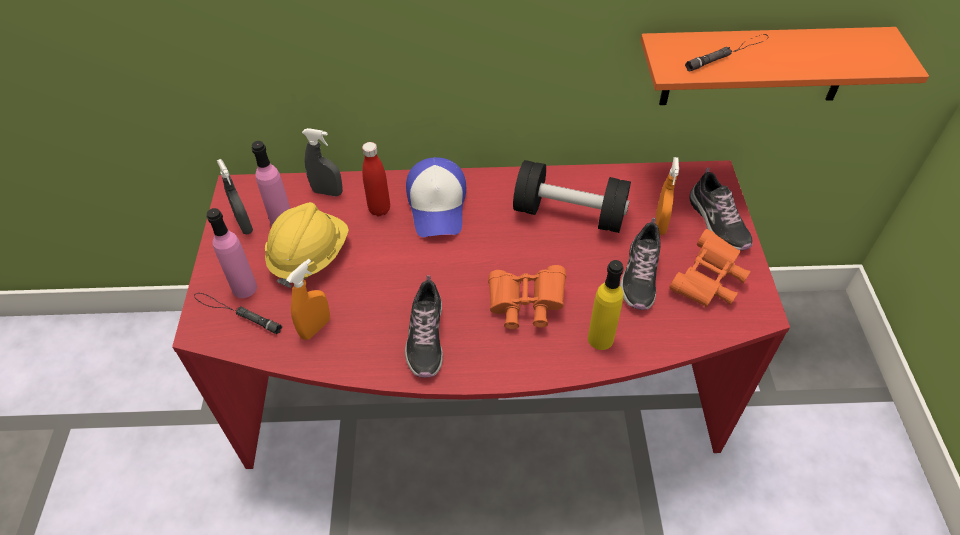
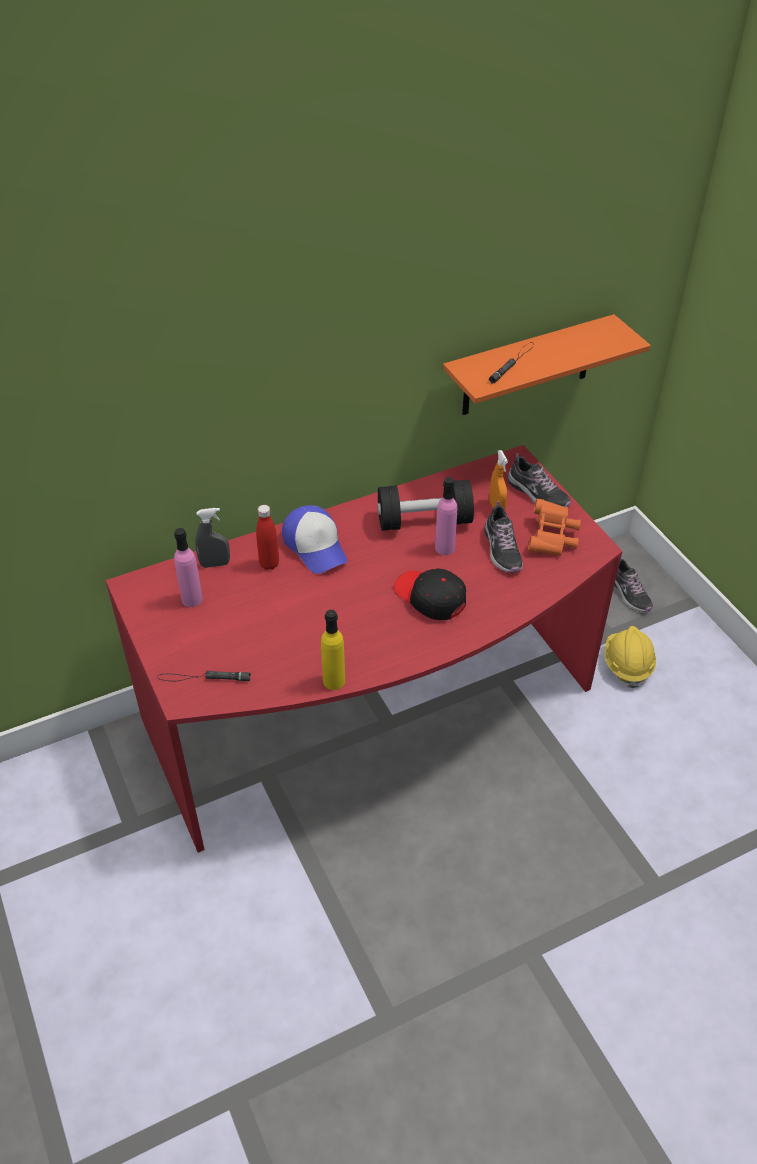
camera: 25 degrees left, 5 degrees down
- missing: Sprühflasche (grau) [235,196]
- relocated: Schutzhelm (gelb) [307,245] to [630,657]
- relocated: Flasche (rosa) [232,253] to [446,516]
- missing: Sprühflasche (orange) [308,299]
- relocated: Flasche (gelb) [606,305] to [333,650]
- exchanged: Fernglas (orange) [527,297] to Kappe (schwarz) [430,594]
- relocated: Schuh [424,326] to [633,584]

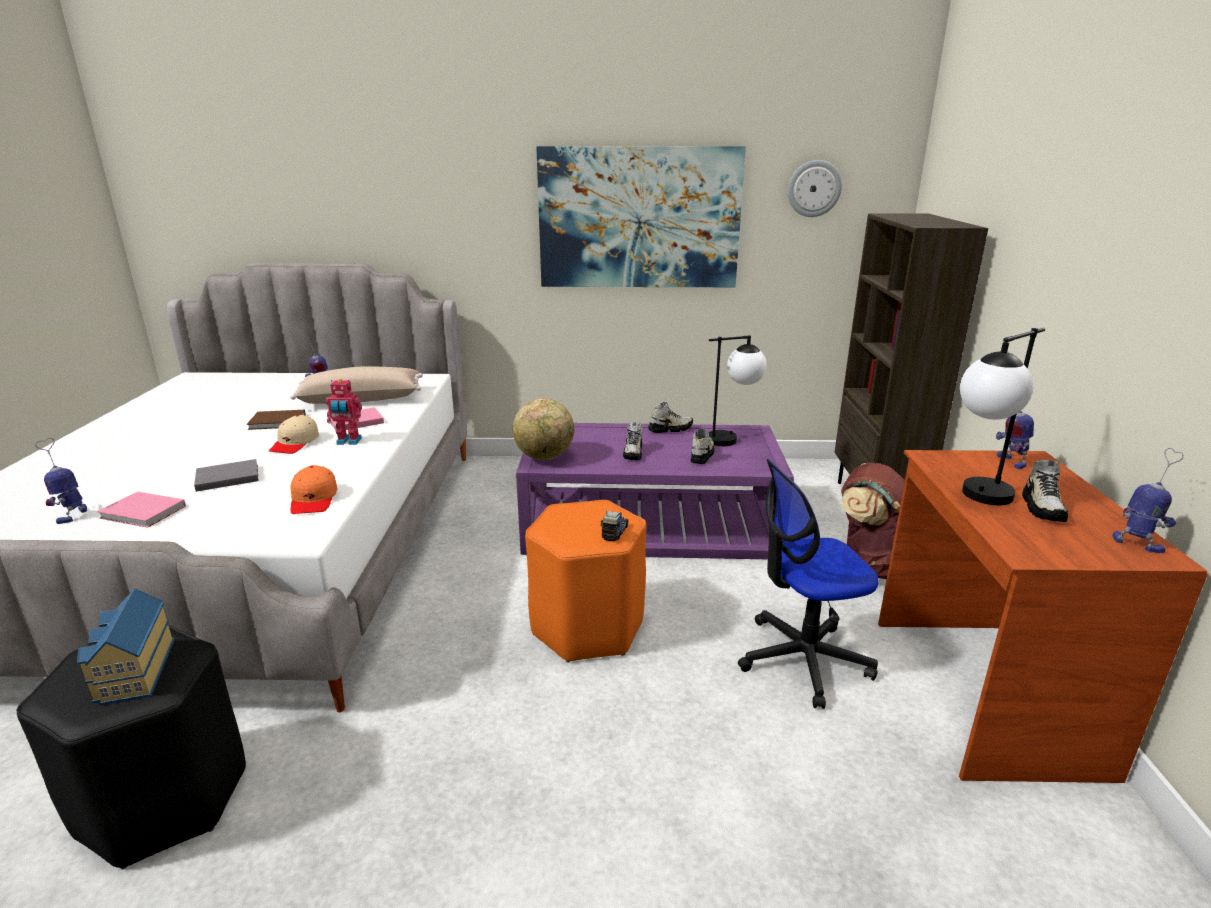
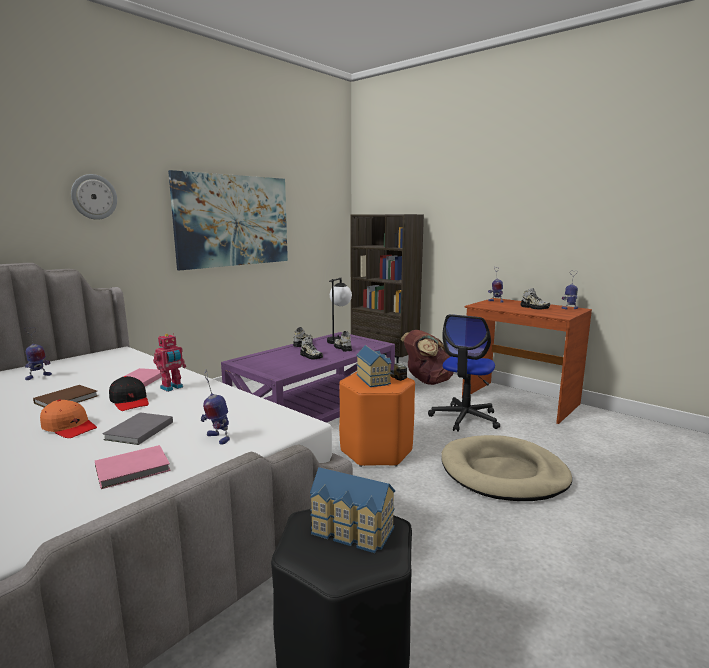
camera: 50 degrees left, 10 degrees down
- relocated: Wanduhr [815,188] to [94,197]
- missing: Tischlampe [1002,416]
- missing: Kissen (beige) [356,385]
- missing: Globus [543,429]
- colour: Kappe (beige) [294,434] to Kappe (schwarz) [129,393]
- relocated: Spielzeugroboter [61,481] to [215,407]
- relocated: Kappe (orange) [314,489] to [68,419]
- appeared: Spielzeughaus [374,366]
- appeared: Hundebett (beige) [506,468]

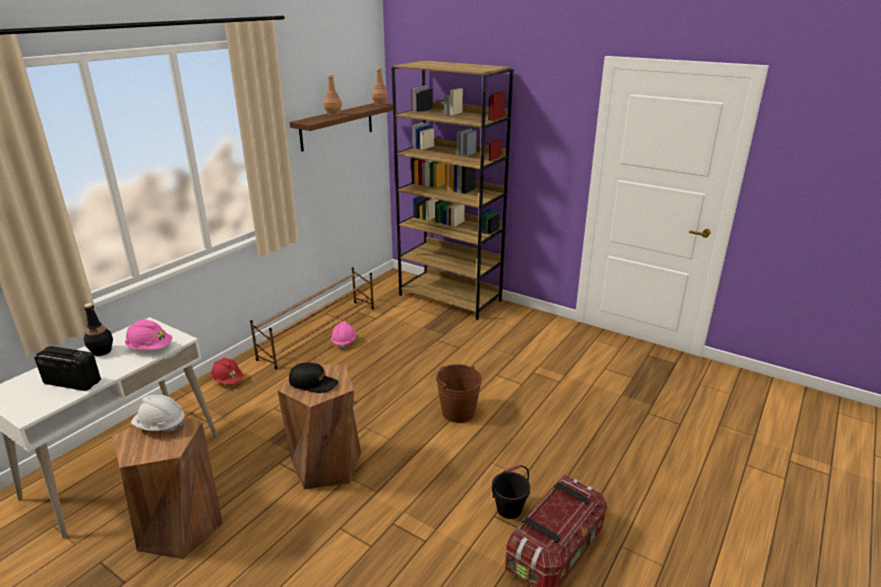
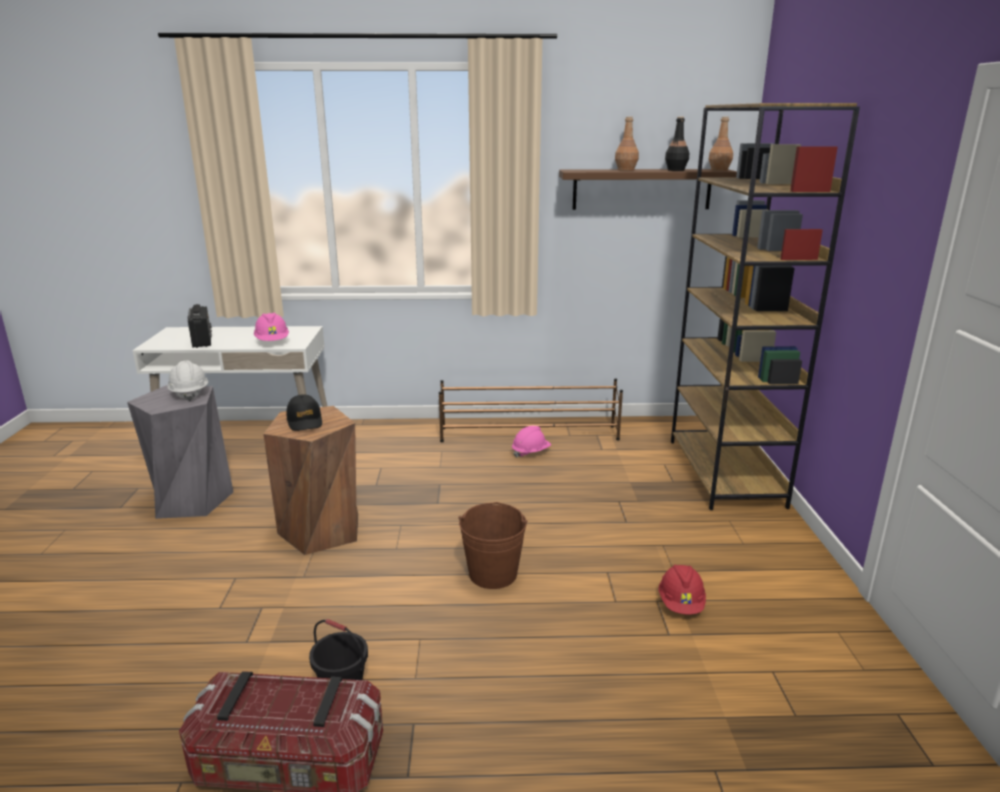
camera: 55 degrees right, 5 degrees down
- relocated: Flasche (schwarz) [98,329] to [677,143]
- relocated: Schutzhelm (rot) [227,371] to [682,589]
- colour: Hocker (braun) [167,488] to Hocker (grau) [180,452]

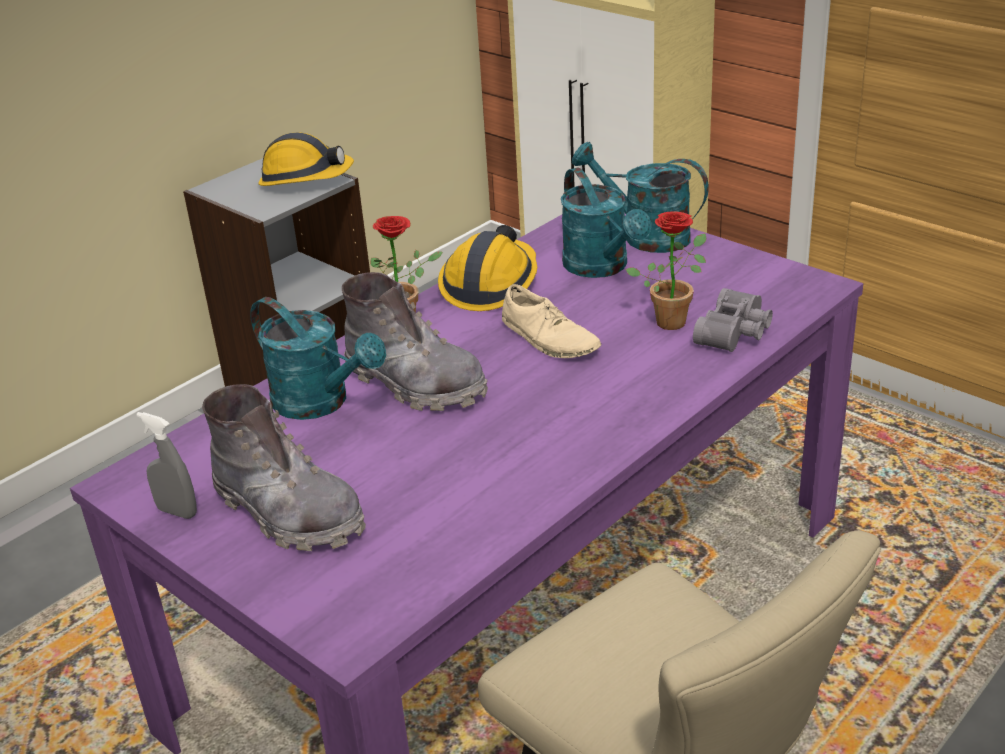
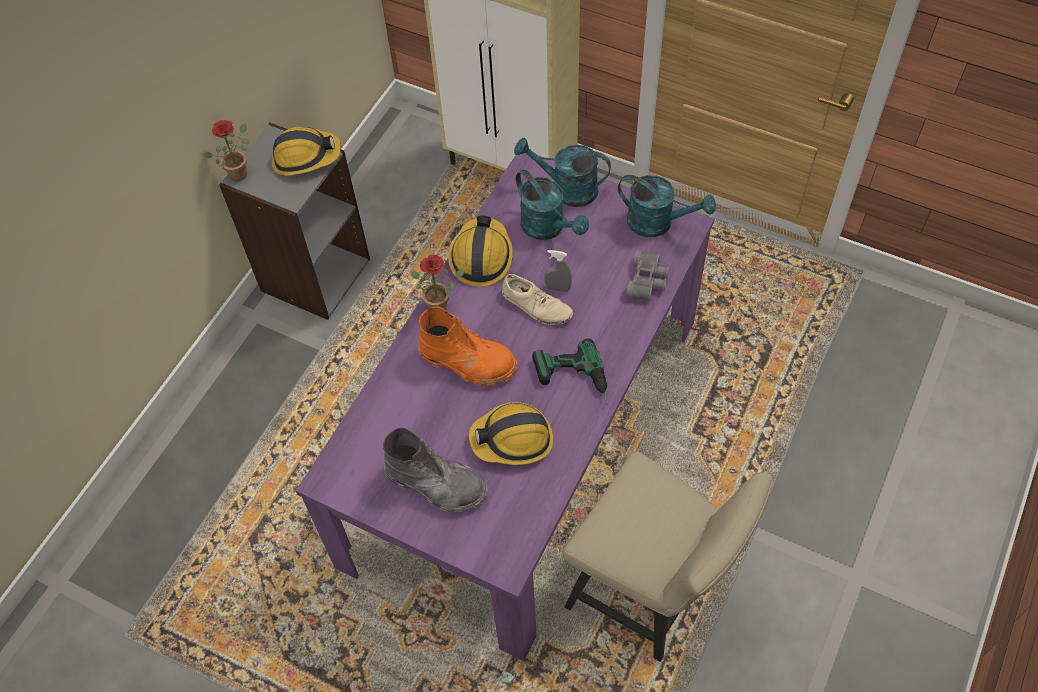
camera: 15 degrees left, 25 degrees up
- relocated: Topfpflanze [666,270] to [226,150]
- colour: Stiefel (grau) [415,341] to Stiefel (orange) [467,346]
- relocated: Gießkanne (türkis) [318,358] to [667,206]
- relocated: Sprühflasche (grau) [166,465] to [558,271]
- appeared: Bohrmaschine [570,371]
- appeared: Schutzhelm [511,433]

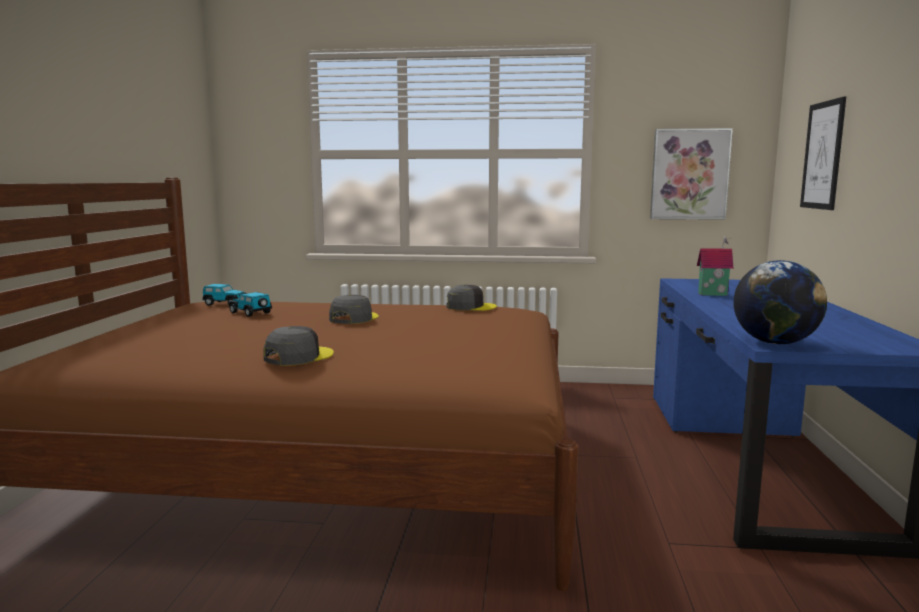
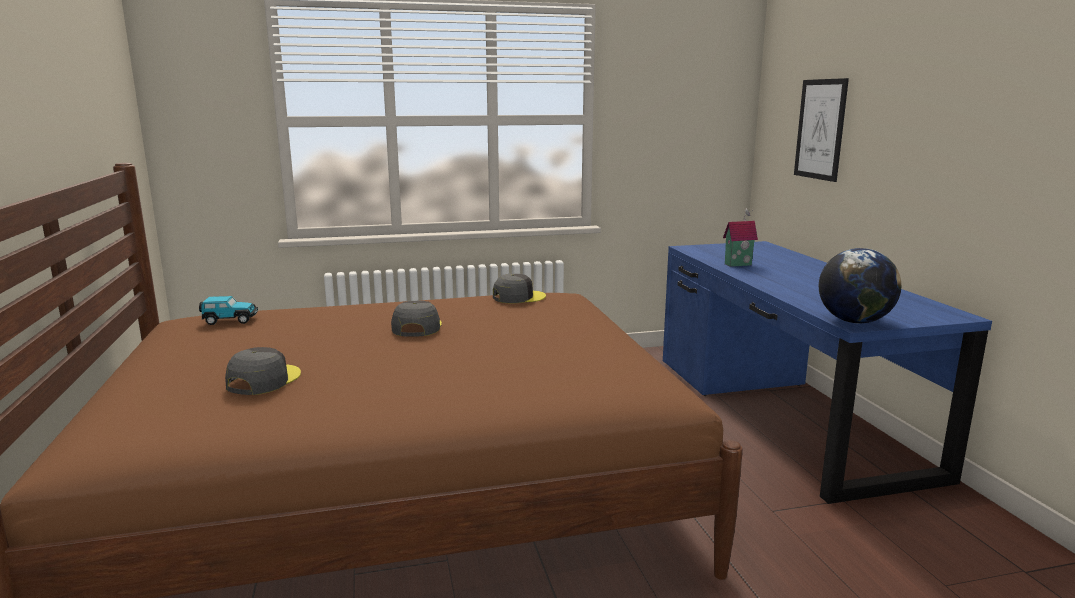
camera: 20 degrees left, 5 degrees up
- missing: Bild [691,174]
- missing: Spielzeugauto [250,304]
- relocated: Kappe (grau) [298,346] to [263,371]

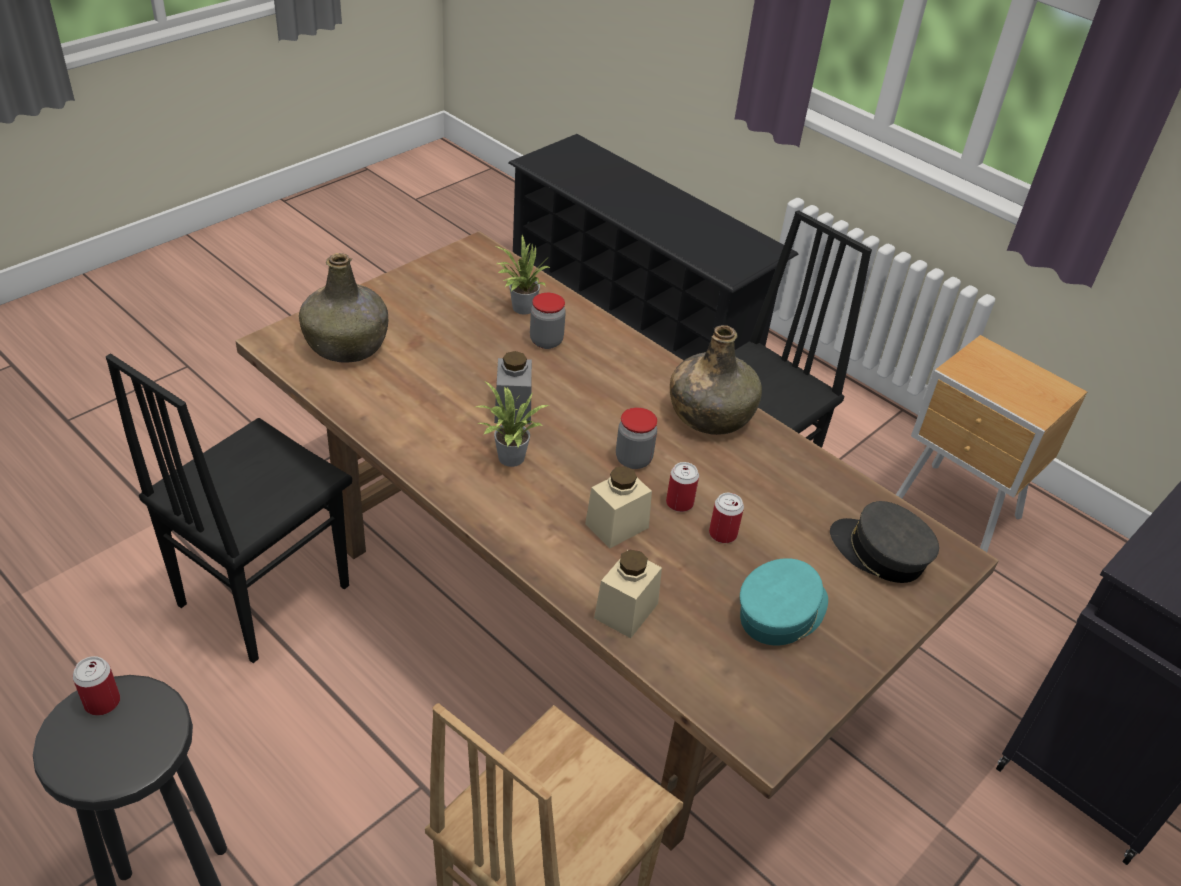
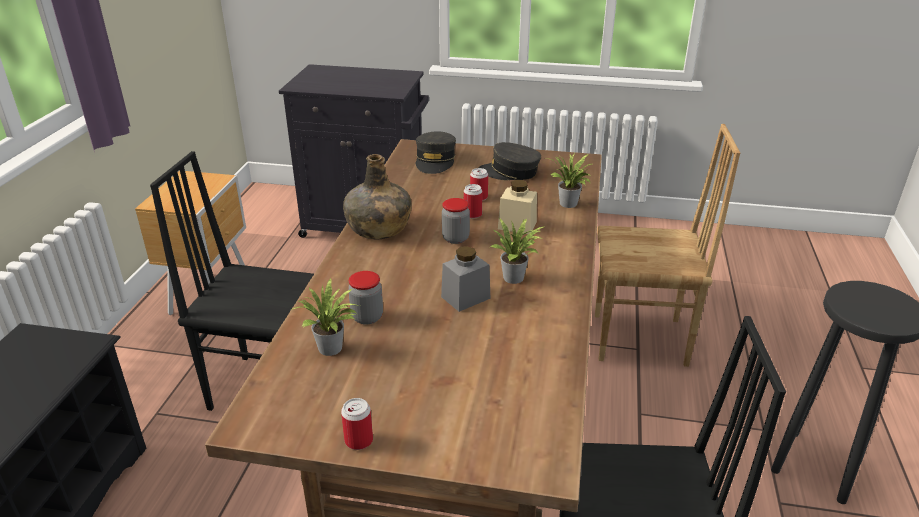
camera: 120 degrees left, 10 degrees down
- missing: Flasche (grün) [343,307]
- exchanged: Vorratsglas (beige) [628,594] to Topfpflanze [569,180]
- colour: Kappe (türkis) [784,601] to Kappe (grau) [510,161]
- relocated: Dose [96,686] to [357,424]

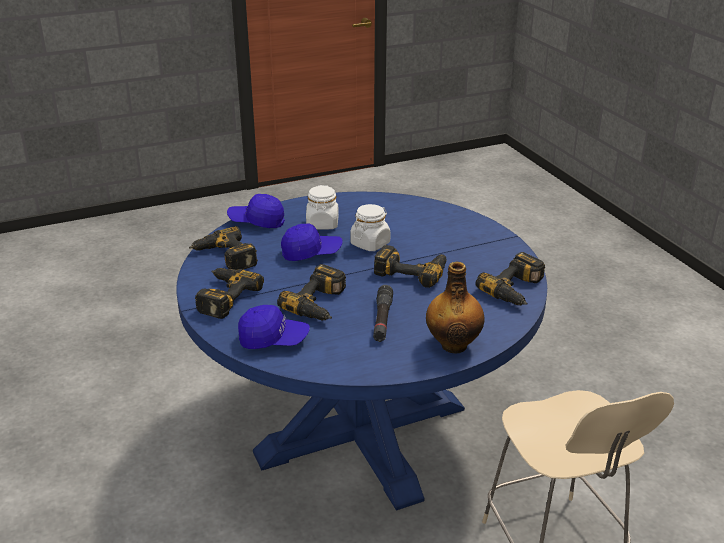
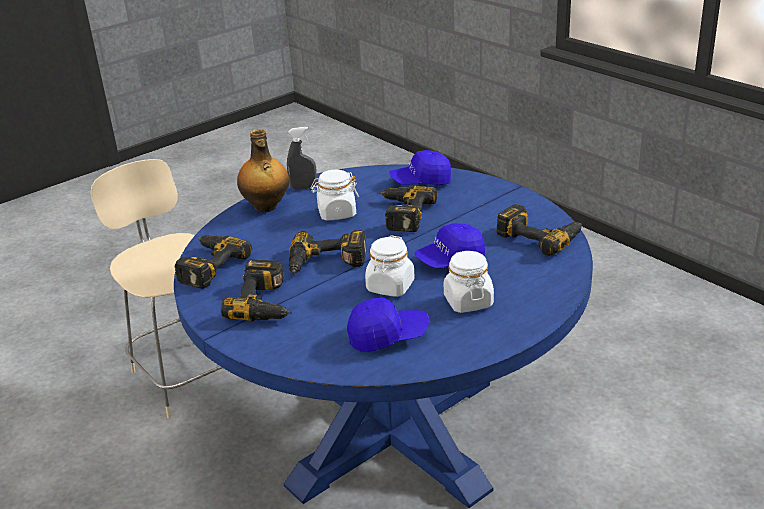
camera: 165 degrees right, 0 degrees up
- relocated: Kappe (blau) [256,211] to [388,324]
- relocated: Bohrmaschine [229,293] to [256,290]
- exchanged: Taschenlampe (schwarz) [383,313] to Vorratsglas (weiß) [335,195]
- appeared: Sprühflasche (grau) [302,158]

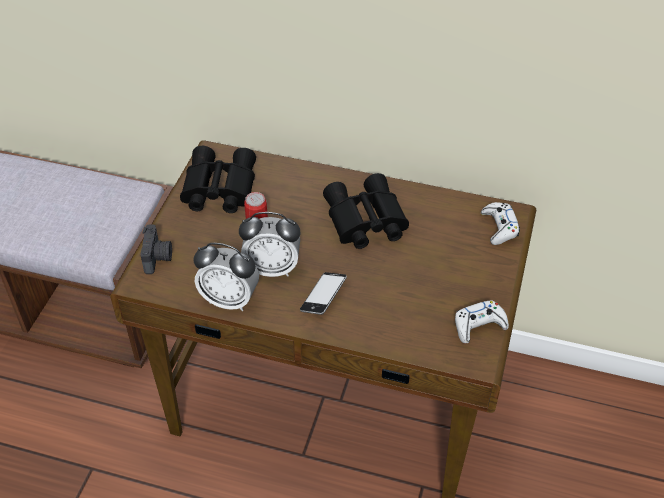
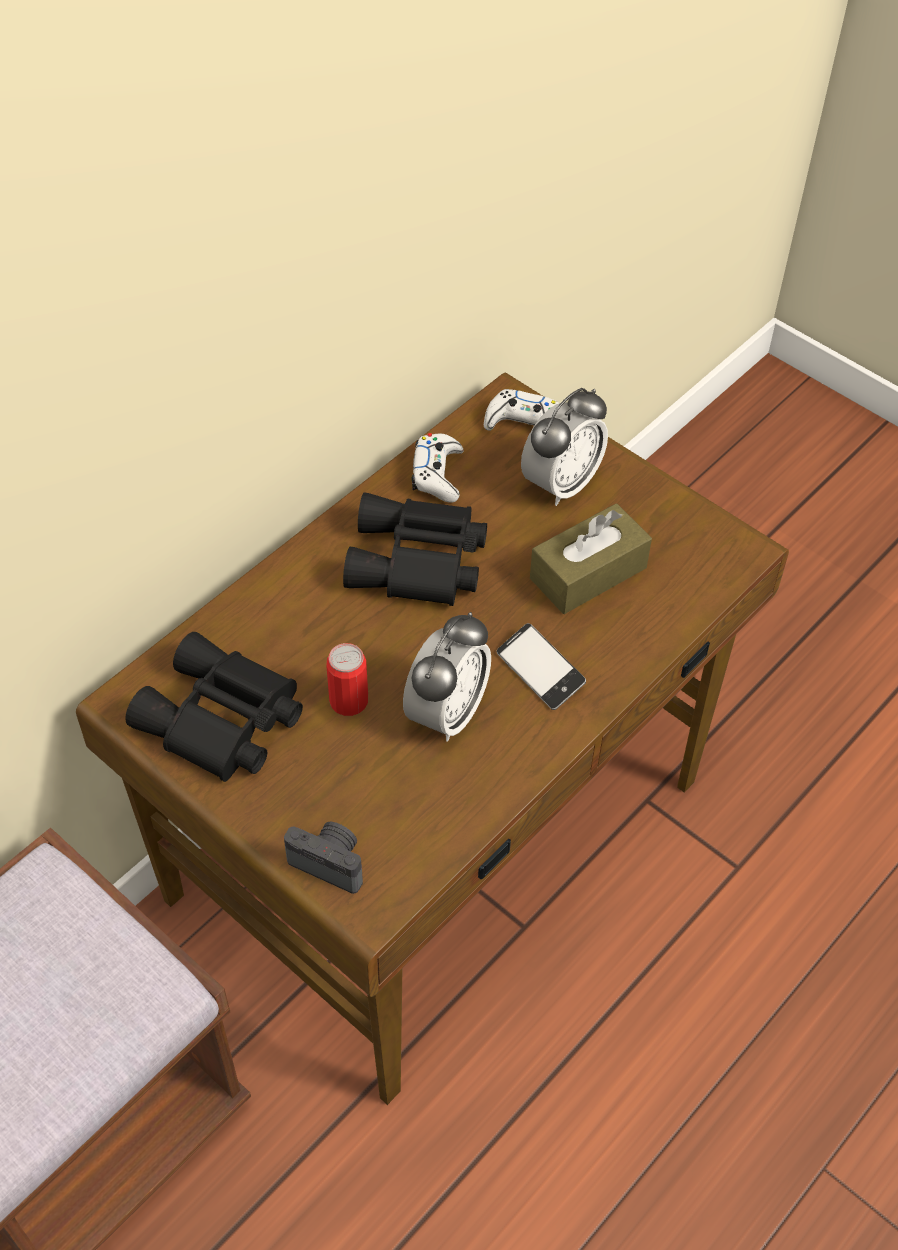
camera: 65 degrees left, 5 degrees up
- relocated: Wecker [226,277] to [564,447]
- relocated: Gamepad (weiß) [482,322] to [438,468]
- appeared: Taschentuchbox (braun) [591,558]

